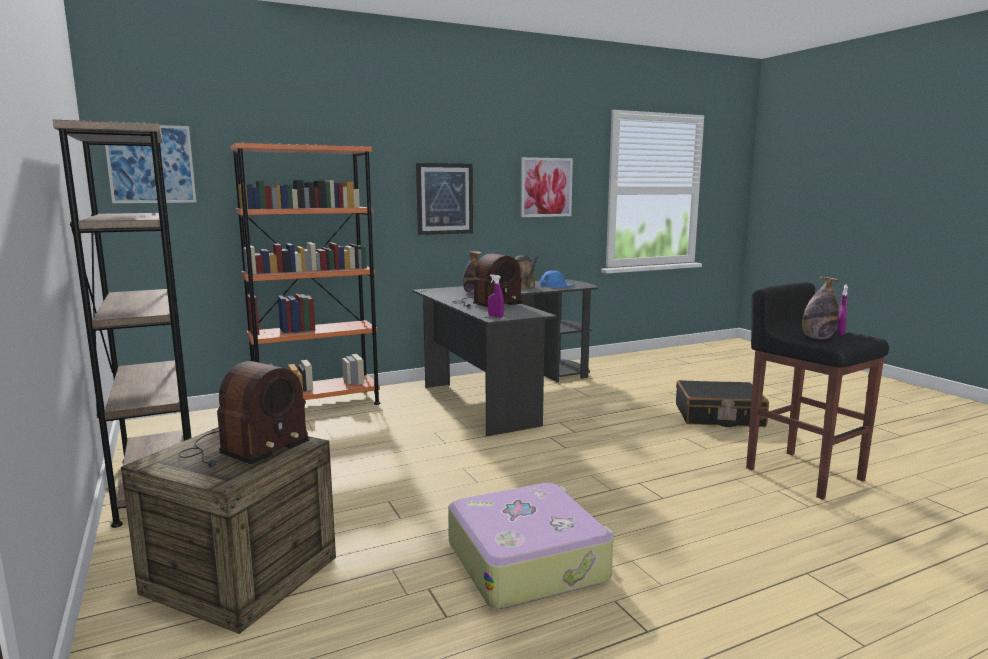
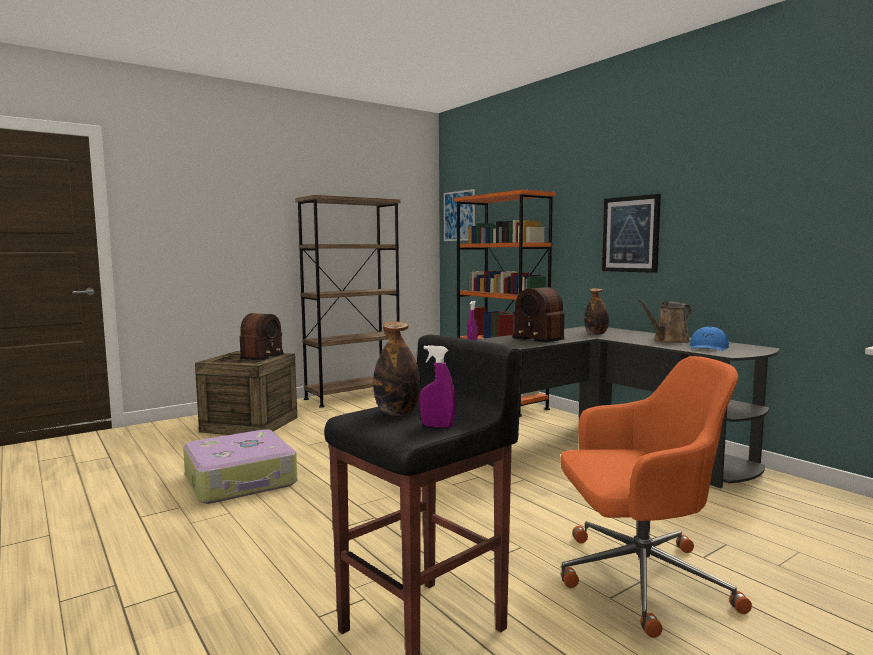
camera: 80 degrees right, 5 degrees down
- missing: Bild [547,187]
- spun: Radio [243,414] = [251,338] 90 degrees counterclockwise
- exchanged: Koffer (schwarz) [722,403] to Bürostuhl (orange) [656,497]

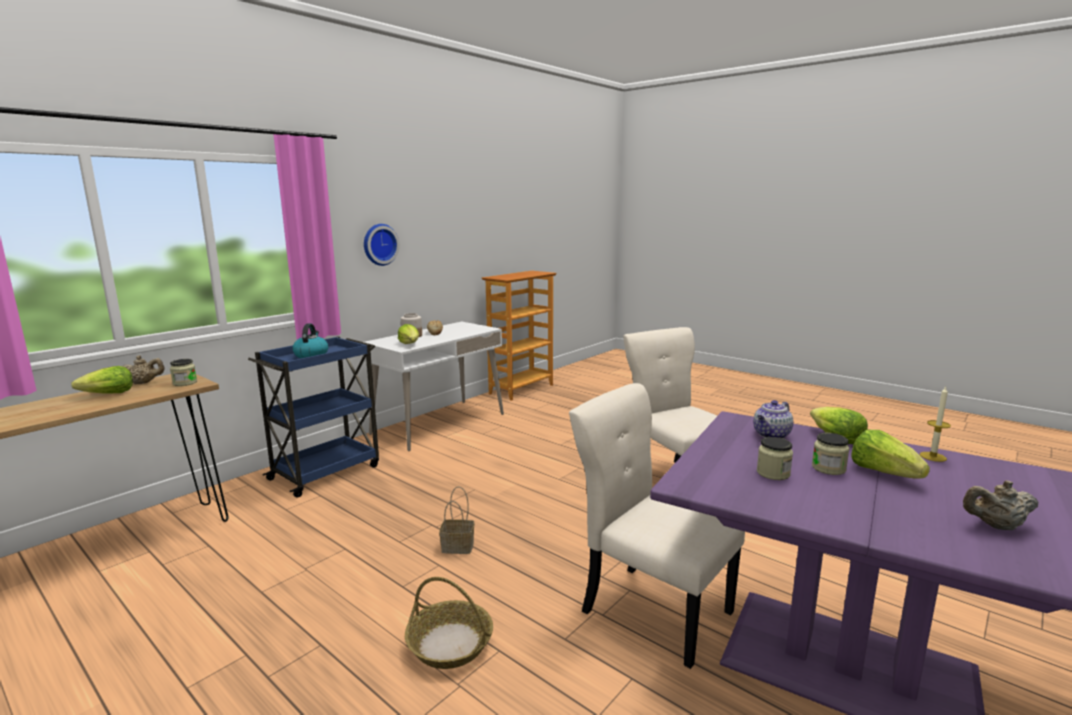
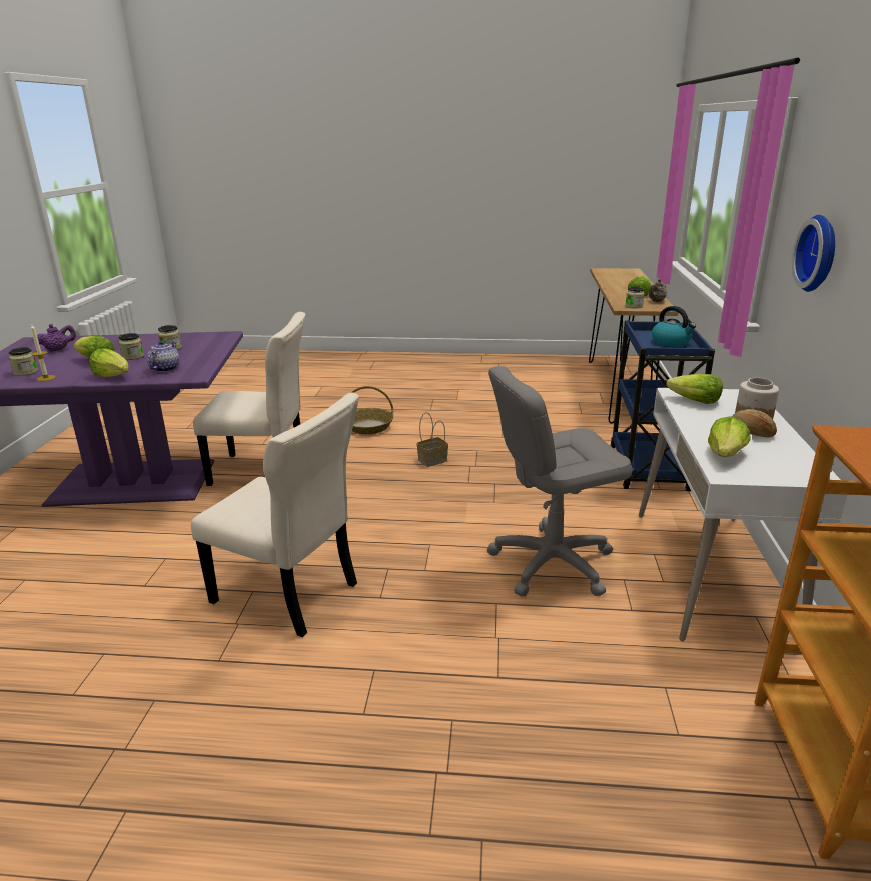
camera: 145 degrees right, 10 degrees up
- colour: Teekanne (beige) [1000,505] to Teekanne (lila) [54,338]
- appeared: Vorratsglas [23,361]
- appeared: Bürostuhl (grau) [560,481]
- appeared: Salatkopf [729,436]

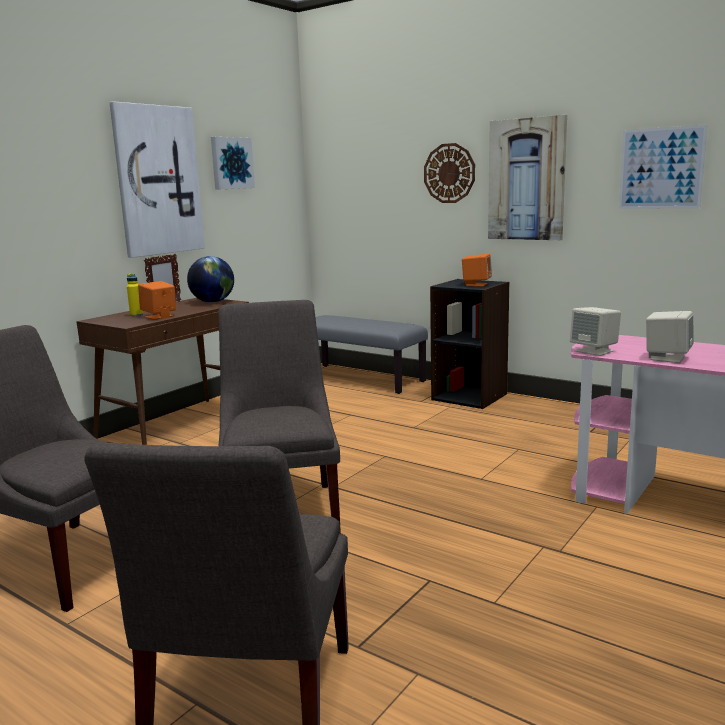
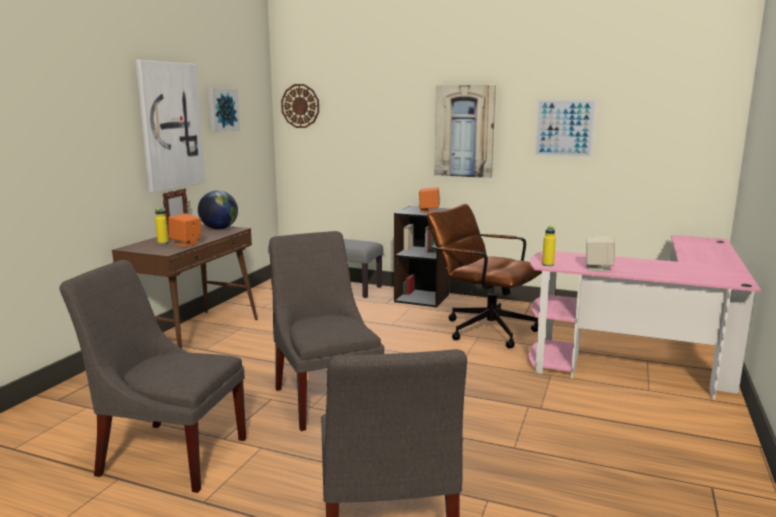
camera: 15 degrees left, 0 degrees up
- relocated: Wanduhr [449,173] to [300,106]
- exchanged: Lautsprecher (beige) [595,331] to Flasche (gelb) [549,246]
- appeared: Bürostuhl (braun) [484,276]

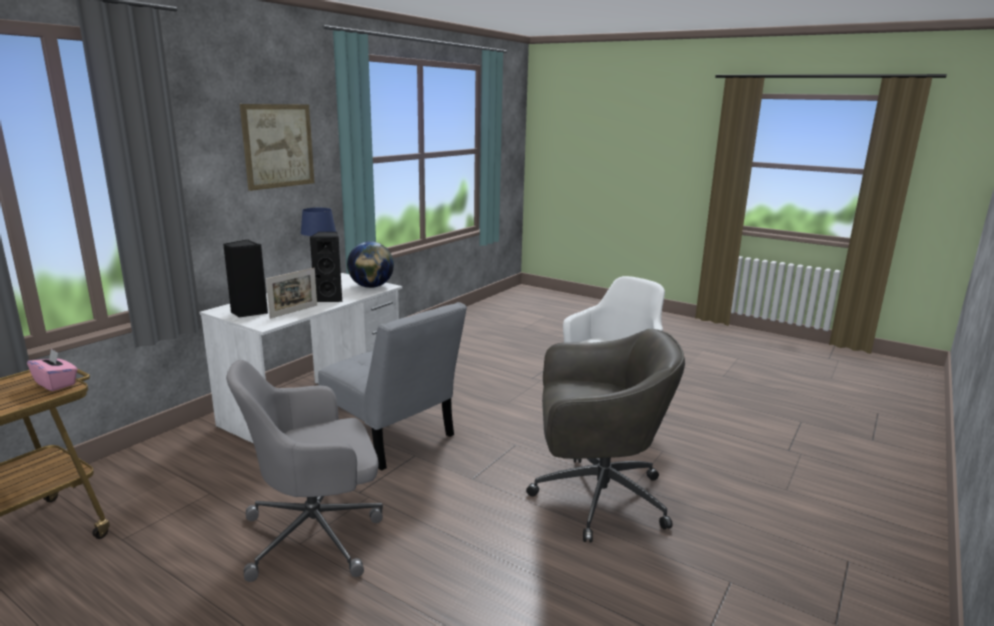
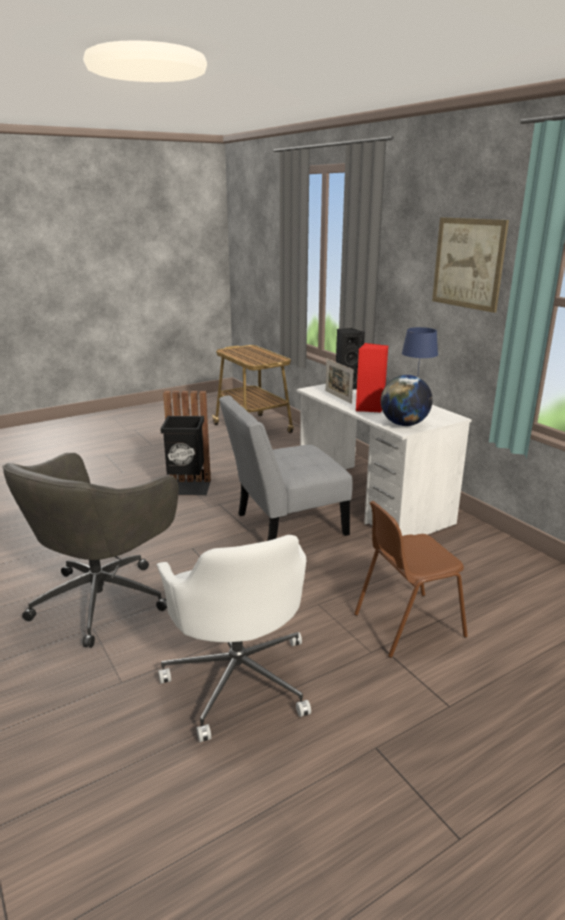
camera: 115 degrees right, 5 degrees up
- colour: Lautsprecher (schwarz) [326,267] to Lautsprecher (rot) [372,377]
- missing: Taschentuchbox (rosa) [52,370]
- exchanged: Bürostuhl (grau) [304,471] to Mülleimer (schwarz) [185,443]
- appeared: Stuhl (braun) [411,579]

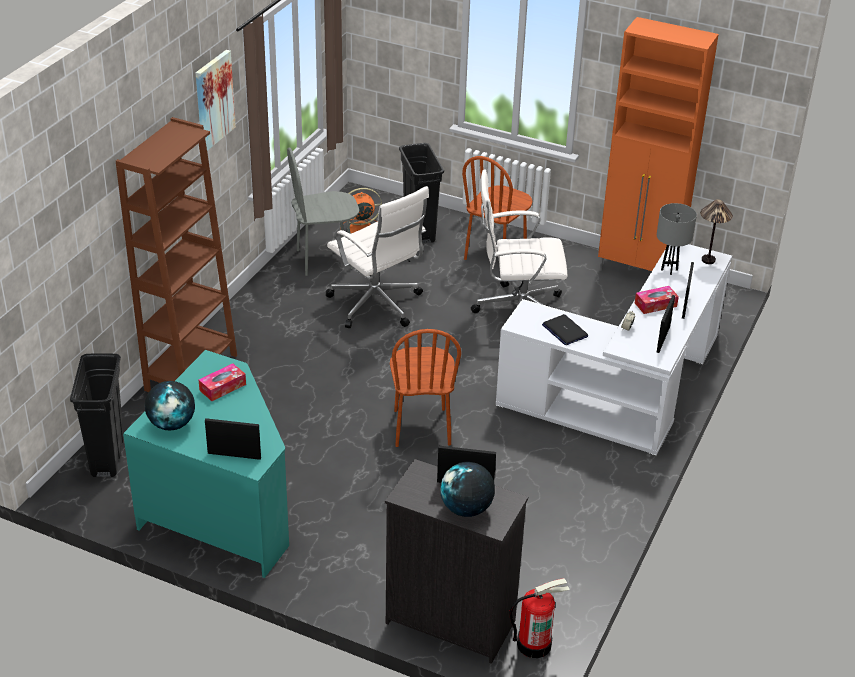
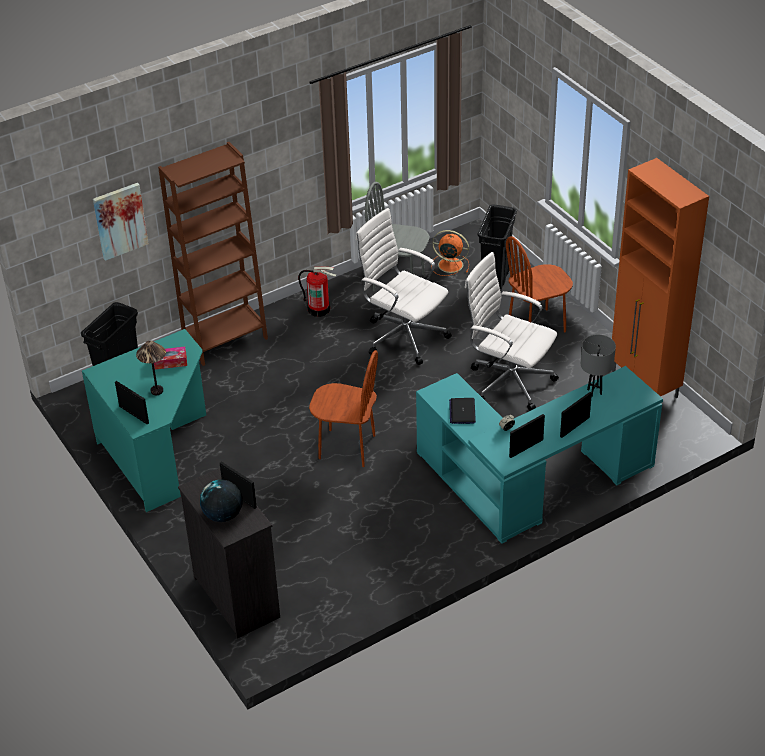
camera: 35 degrees right, 5 degrees up
- relocated: Bild [216,100] to [121,222]
- spun: Bürostuhl (weiß) [377,257] = [404,286] 135 degrees clockwise
- relocated: Tischlampe [716,231] to [151,367]
- colour: Schreibtisch (weiß) [614,350] to Schreibtisch (türkis) [539,455]
- missing: Taschentuchbox [657,300]
- spun: Stuhl (braun) [425,388] = [343,408] 105 degrees counterclockwise
- missing: Globus [170,405]
- relocated: Feuerlöscher [539,618] to [317,292]

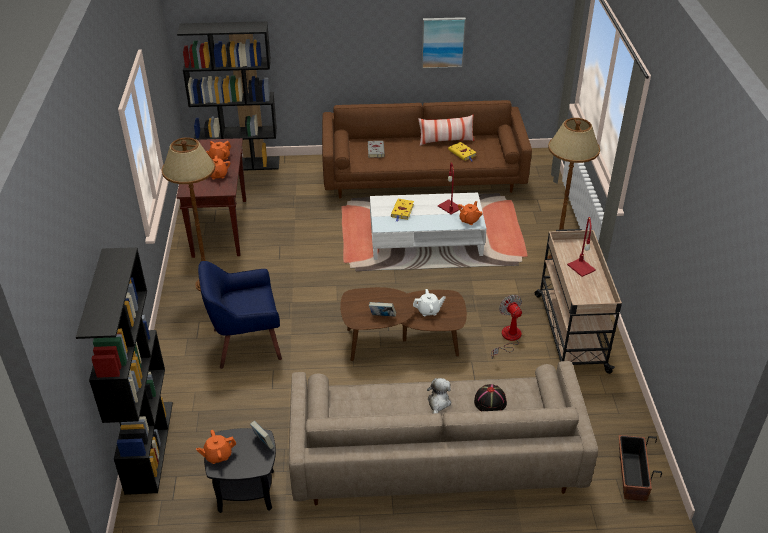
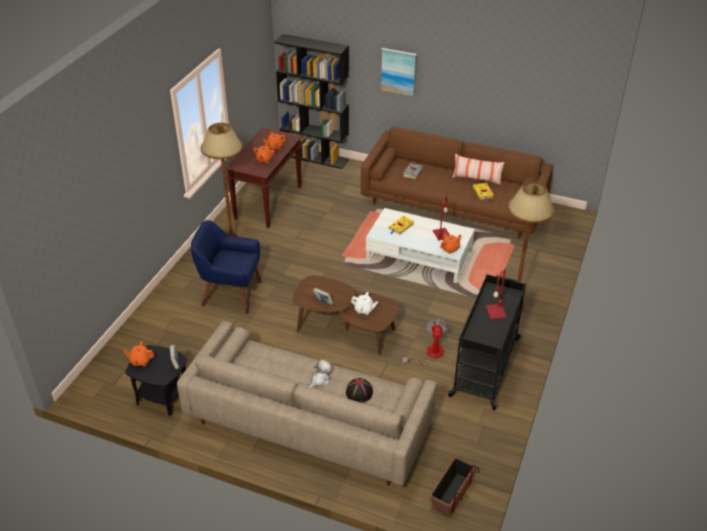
camera: 25 degrees right, 0 degrees up
- relocated: Bild [443,43] to [398,72]
- colour: Rollwagen (beige) [578,301] to Rollwagen (schwarz) [486,342]
- missing: Bücherregal (schwarz) [124,371]

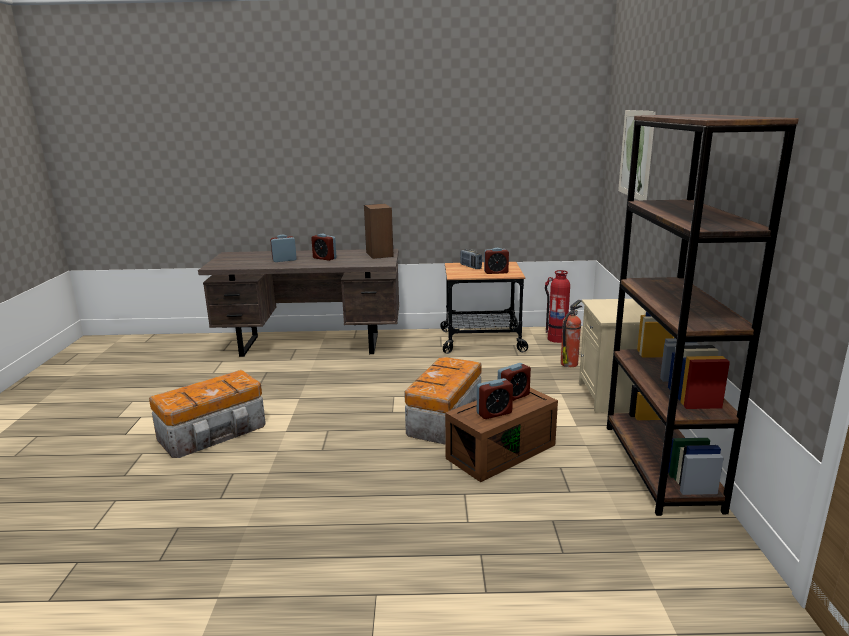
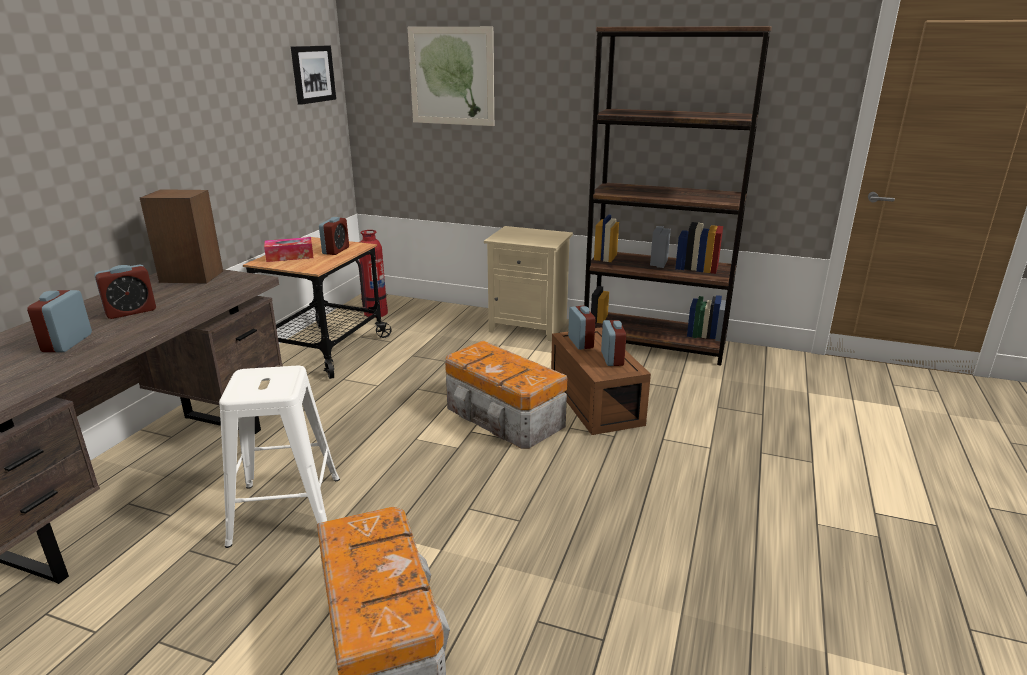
camera: 70 degrees left, 5 degrees up
- exchanged: Radio [471,259] to Taschentuchbox [288,249]
- missing: Feuerlöscher [571,333]
- appeared: Bild [313,75]
- appeared: Hocker (weiß) [279,457]

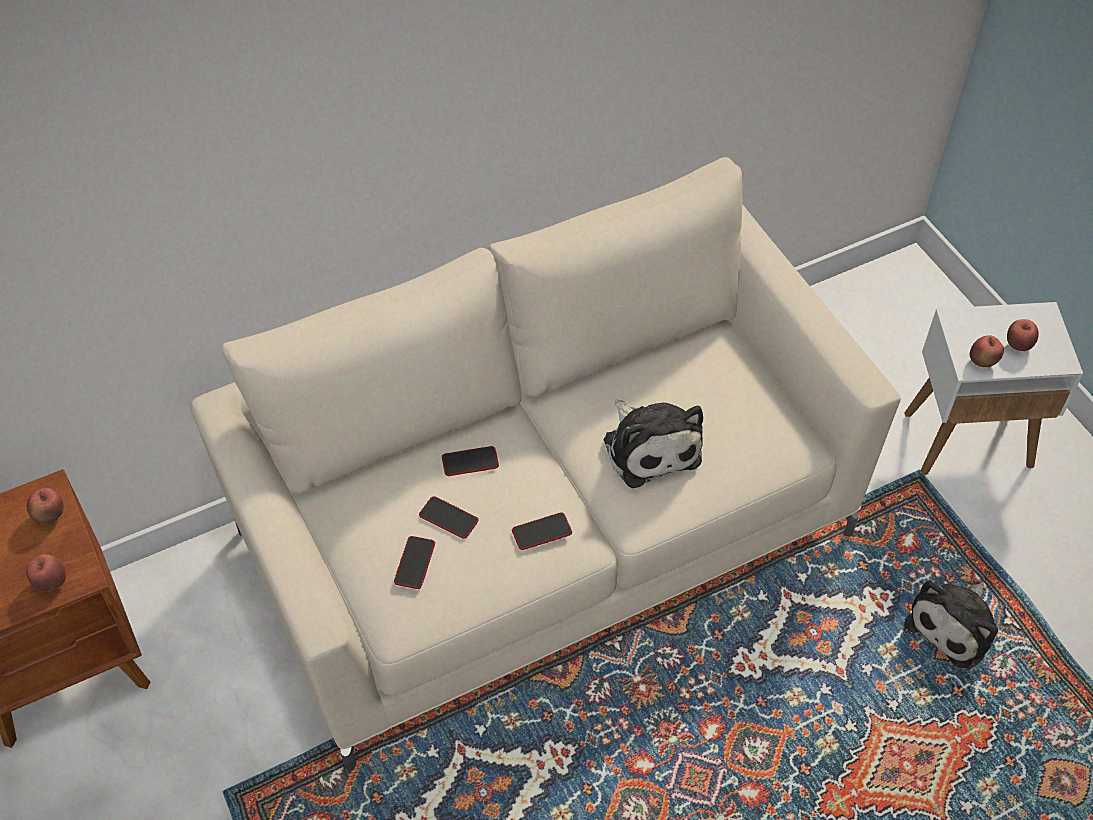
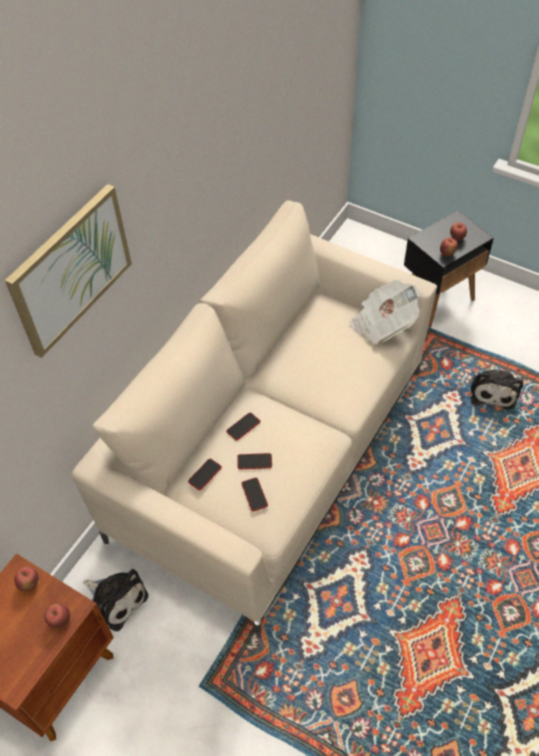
camera: 30 degrees left, 0 degrees up
- colour: Beistelltisch (weiß) [994,388] to Beistelltisch (schwarz) [449,269]
- relocated: Plüschtier [653,444] to [115,600]
- relocated: Handy [542,531] to [205,474]
- appeared: Bild [68,271]
- appeared: Zeitung [384,312]

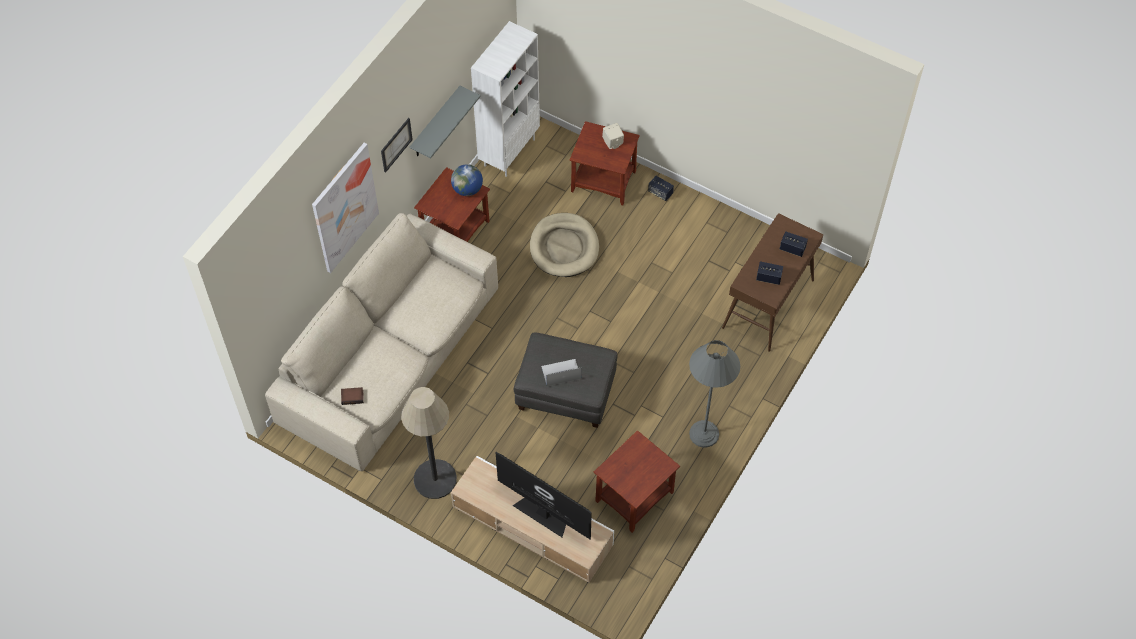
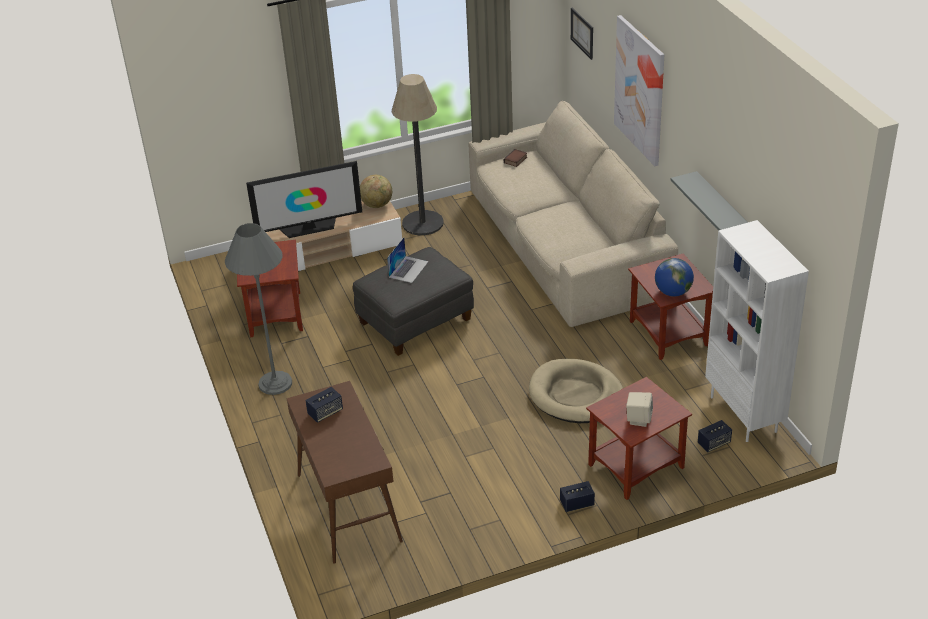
camera: 130 degrees right, 20 degrees down
- relocated: Bild [397,145] to [582,34]
- relocated: Lautsprecher [794,244] to [715,436]
- appeared: Globus [376,191]

